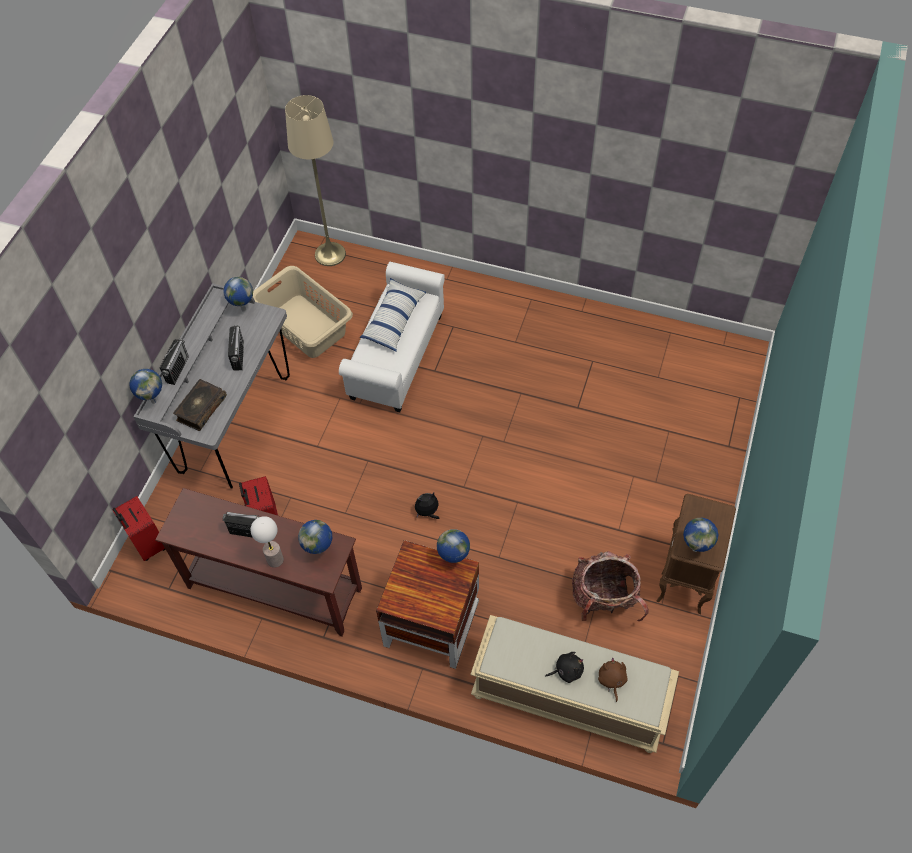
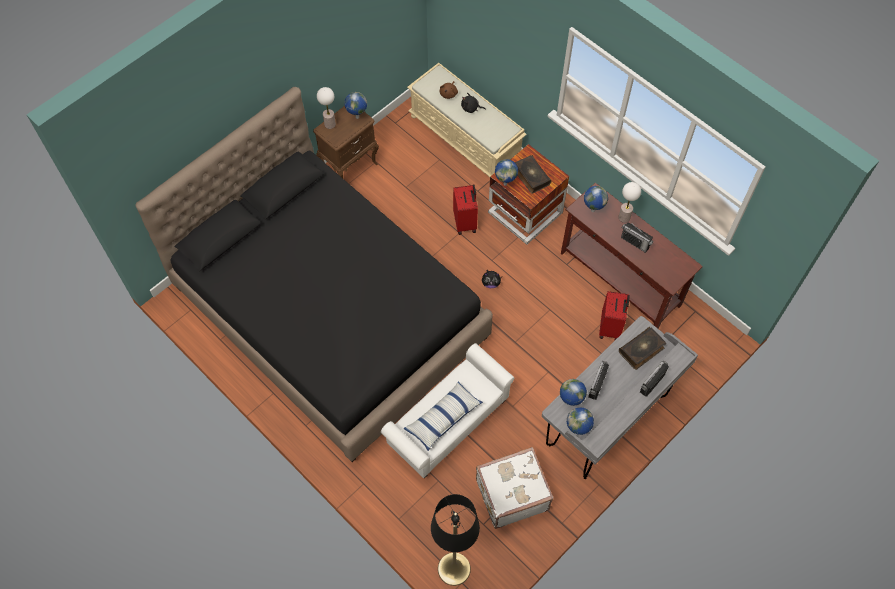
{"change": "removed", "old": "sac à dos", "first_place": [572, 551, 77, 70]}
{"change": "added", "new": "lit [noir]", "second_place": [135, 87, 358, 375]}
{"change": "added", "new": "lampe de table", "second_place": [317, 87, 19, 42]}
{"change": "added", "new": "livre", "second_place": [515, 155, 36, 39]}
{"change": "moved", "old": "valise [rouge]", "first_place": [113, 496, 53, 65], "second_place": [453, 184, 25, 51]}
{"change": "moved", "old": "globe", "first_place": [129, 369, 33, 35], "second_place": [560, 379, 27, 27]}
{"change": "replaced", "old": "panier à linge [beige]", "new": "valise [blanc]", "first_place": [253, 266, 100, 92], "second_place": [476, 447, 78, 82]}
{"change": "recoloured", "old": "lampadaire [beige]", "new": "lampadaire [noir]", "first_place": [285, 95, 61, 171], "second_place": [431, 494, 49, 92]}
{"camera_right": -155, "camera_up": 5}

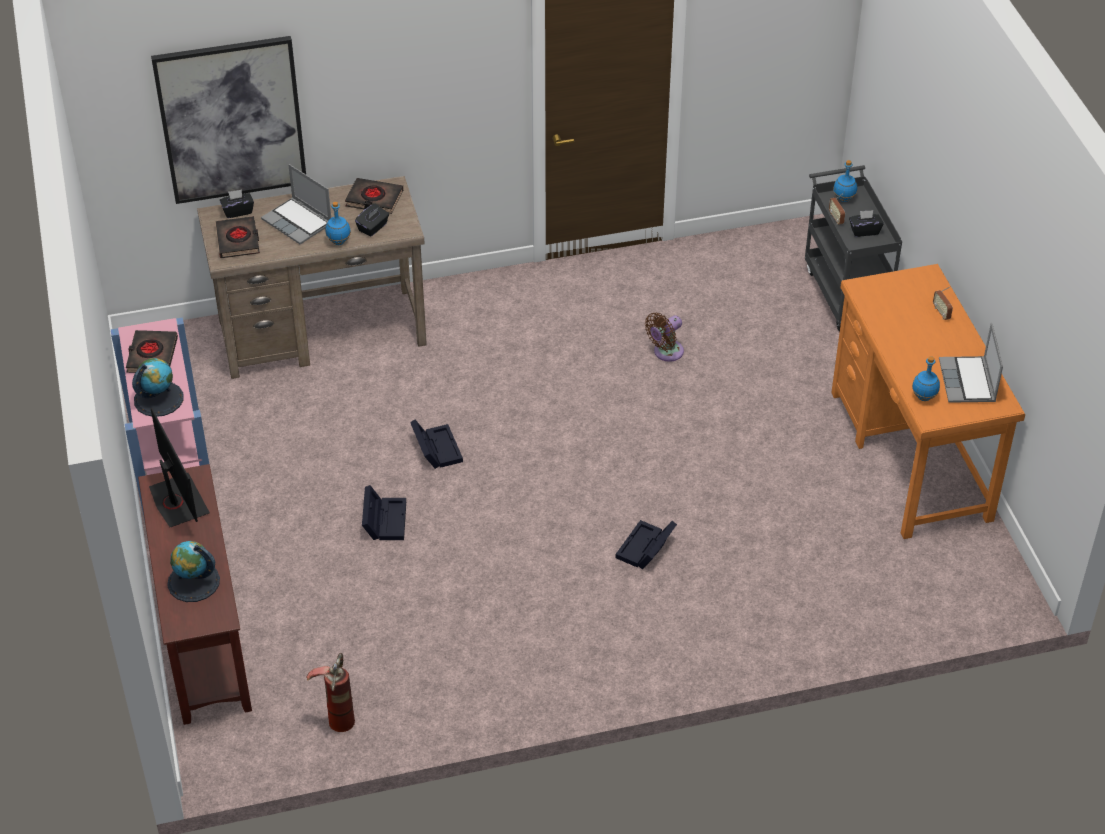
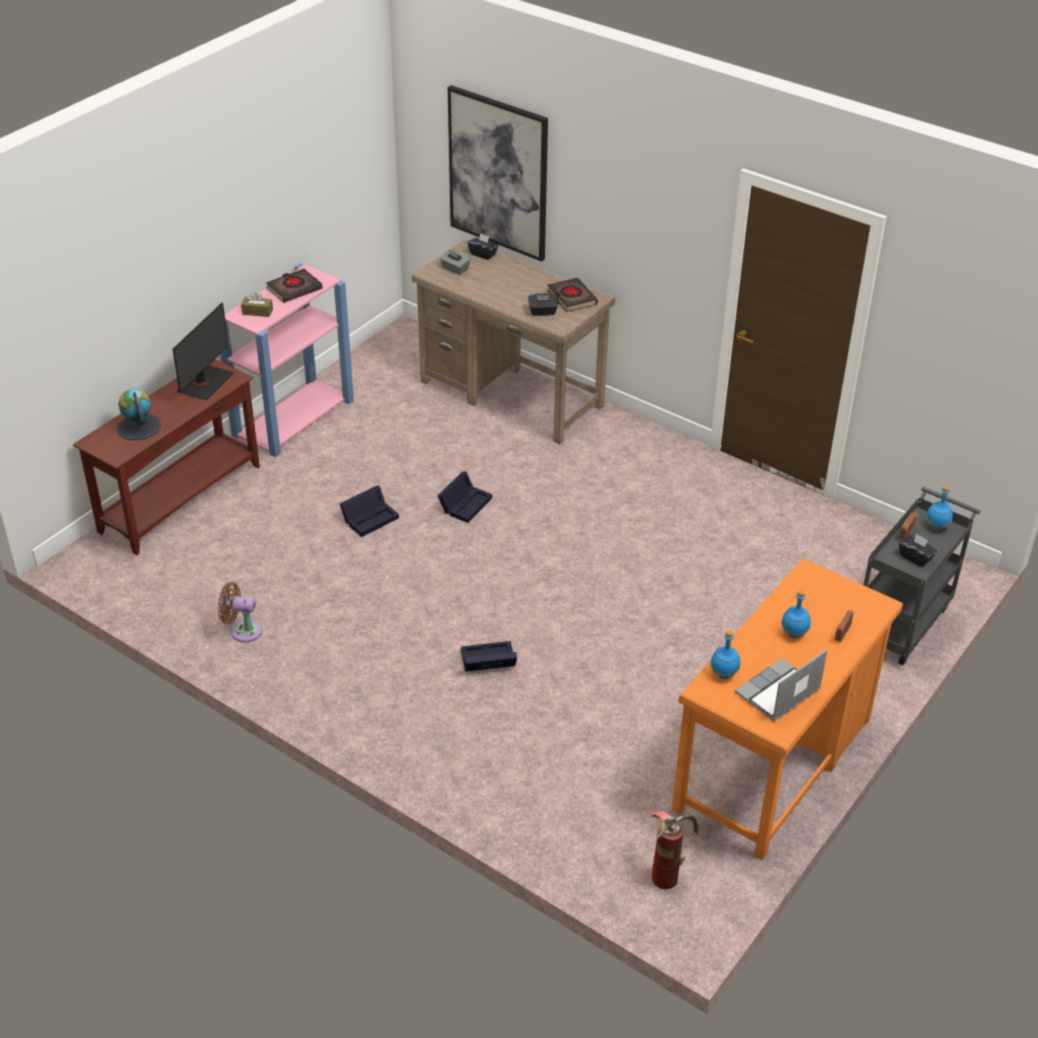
{"change": "removed", "old": "ordinateur portable", "first_place": [261, 164, 70, 80]}
{"change": "moved", "old": "extincteur", "first_place": [306, 653, 49, 79], "second_place": [650, 811, 51, 78]}
{"change": "moved", "old": "bouteille [bleu]", "first_place": [325, 202, 26, 43], "second_place": [781, 590, 30, 48]}
{"change": "moved", "old": "ventilateur [marron]", "first_place": [645, 312, 39, 50], "second_place": [218, 582, 44, 61]}
{"change": "replaced", "old": "globe", "new": "boîte à mouchoirs [marron]", "first_place": [132, 358, 52, 59], "second_place": [241, 292, 32, 25]}
{"change": "replaced", "old": "livre [noir]", "new": "boîte à mouchoirs [gris]", "first_place": [215, 216, 45, 42], "second_place": [440, 249, 31, 26]}
{"camera_right": 50, "camera_up": -5}

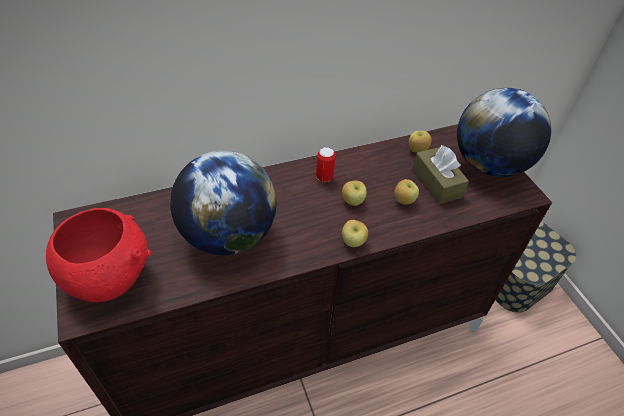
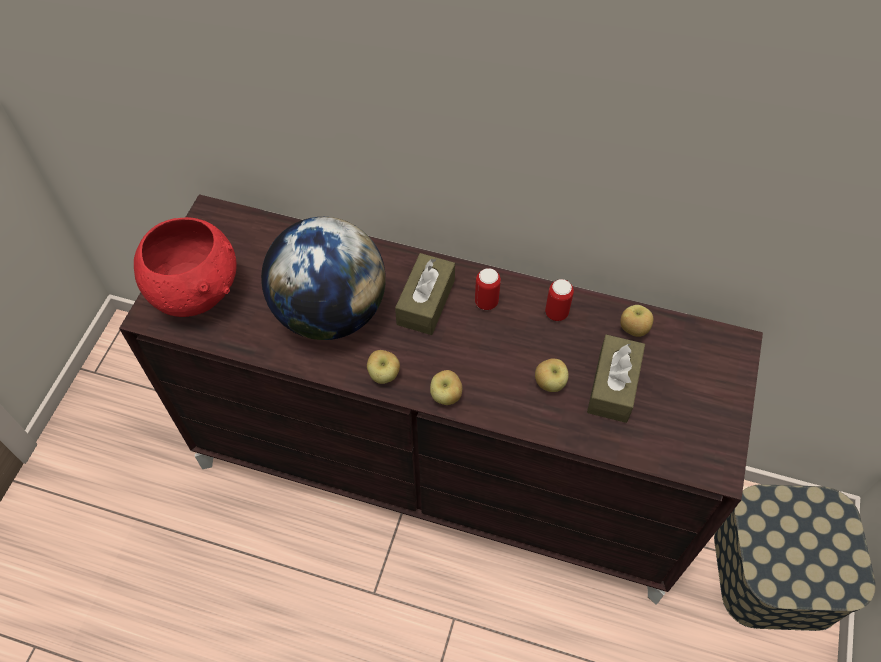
{"change": "removed", "old": "globe", "first_place": [457, 88, 94, 89]}
{"change": "added", "new": "boîte à mouchoirs [marron]", "second_place": [395, 253, 60, 82]}
{"change": "added", "new": "boîte métallique", "second_place": [545, 279, 29, 42]}
{"change": "moved", "old": "pomme", "first_place": [342, 180, 25, 26], "second_place": [367, 350, 33, 34]}
{"camera_right": 40, "camera_up": 10}

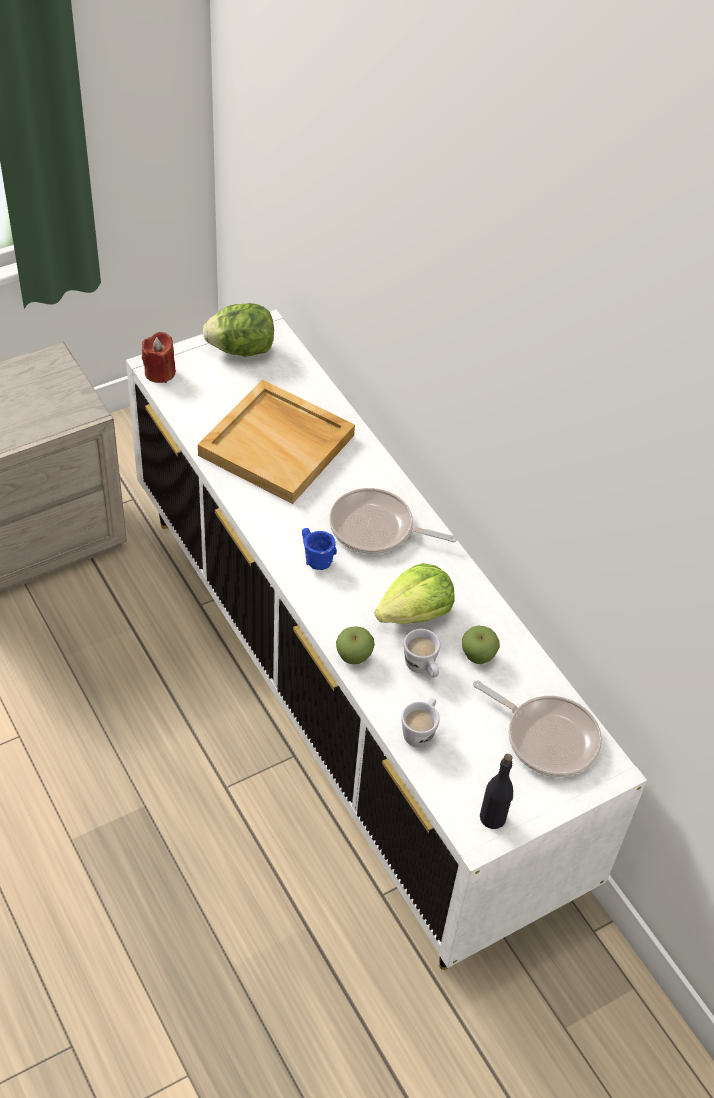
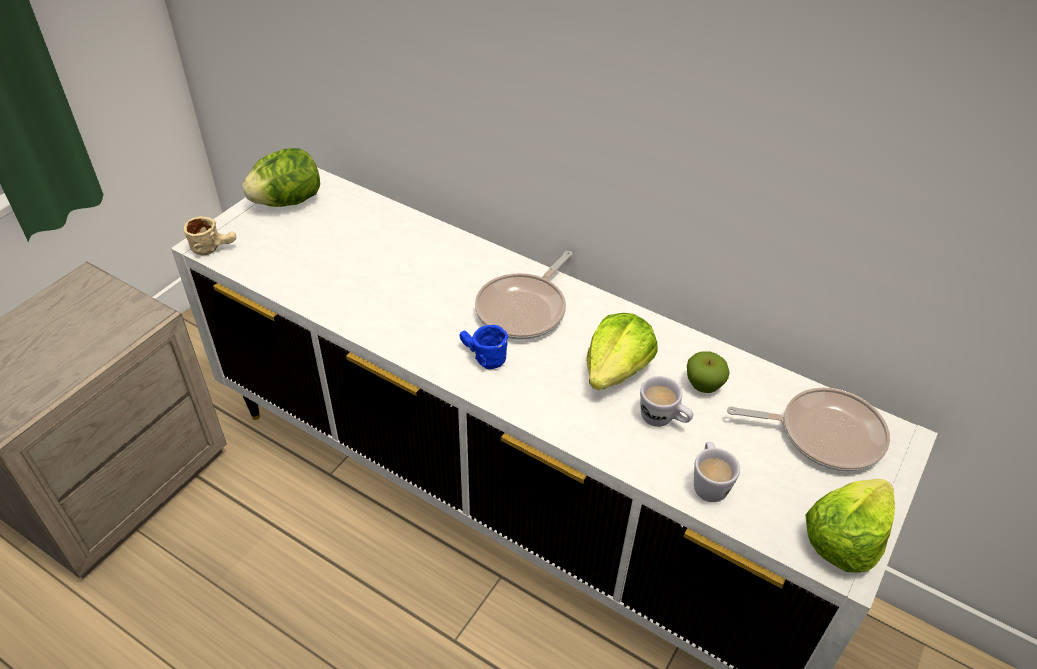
{"change": "removed", "old": "plateau [beige]", "first_place": [198, 380, 157, 124]}
{"change": "removed", "old": "pomme", "first_place": [336, 626, 39, 38]}
{"change": "replaced", "old": "bougie [rouge]", "new": "mug [beige]", "first_place": [142, 332, 34, 51], "second_place": [183, 216, 53, 39]}
{"change": "replaced", "old": "bouteille [noir]", "new": "laitue", "first_place": [480, 754, 33, 75], "second_place": [805, 479, 90, 94]}
{"change": "turned", "old": "poêle", "first_place": [329, 488, 128, 66], "second_place": [475, 251, 98, 89], "degrees": -45}
{"camera_right": -25, "camera_up": -5}

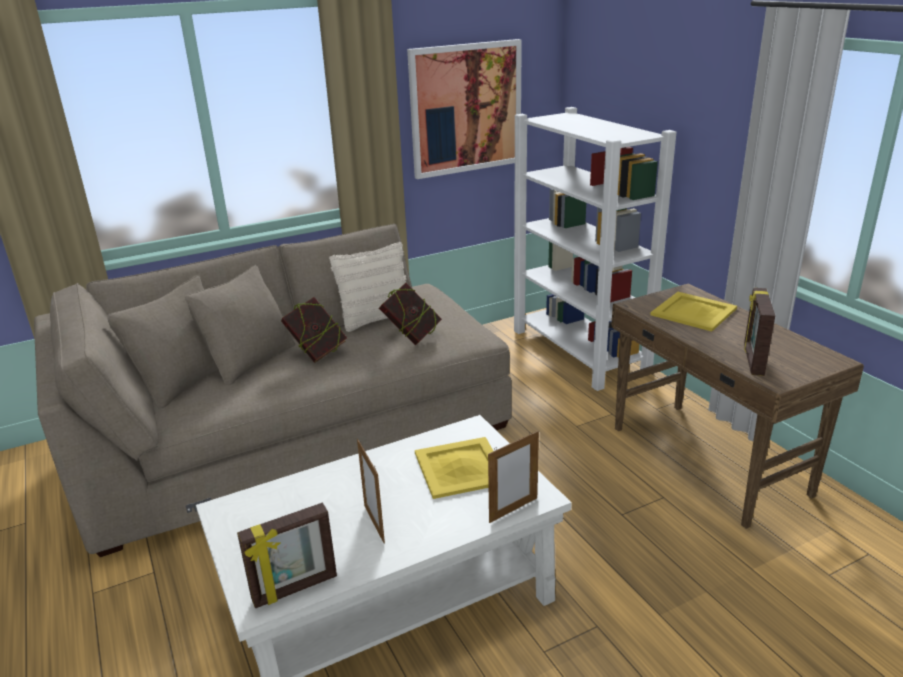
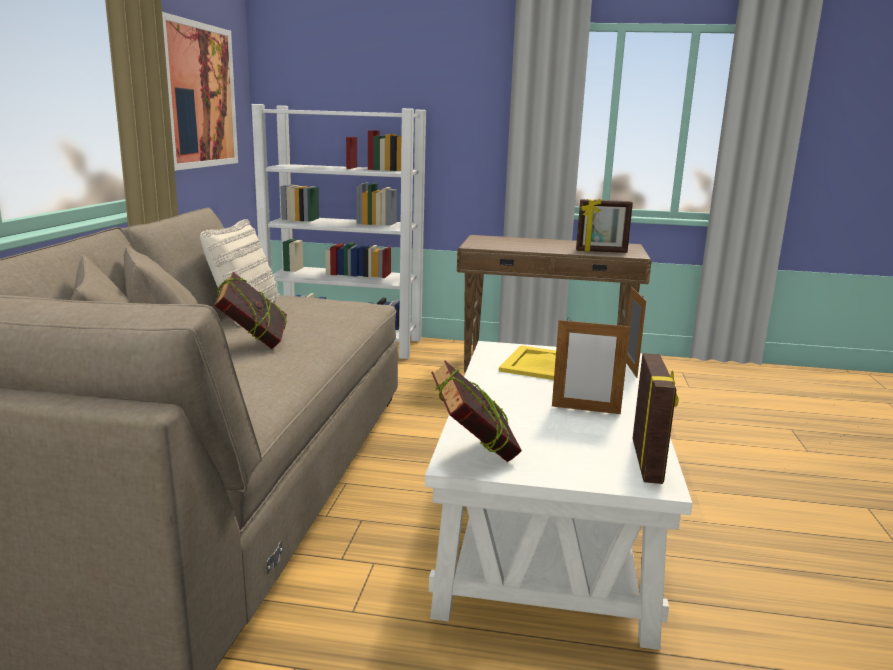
{"change": "removed", "old": "plateau [jaune]", "first_place": [650, 292, 87, 40]}
{"change": "moved", "old": "livre", "first_place": [379, 283, 63, 63], "second_place": [431, 361, 91, 101]}
{"change": "turned", "old": "cadre photo", "first_place": [744, 288, 31, 88], "second_place": [576, 199, 57, 54], "degrees": -45}
{"camera_right": -55, "camera_up": -10}

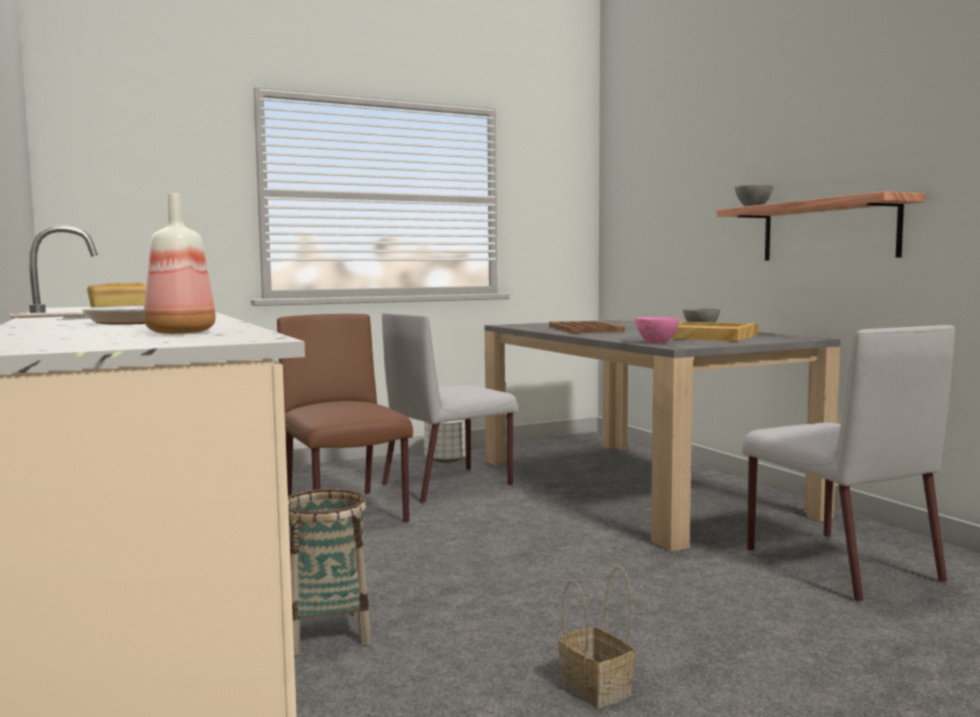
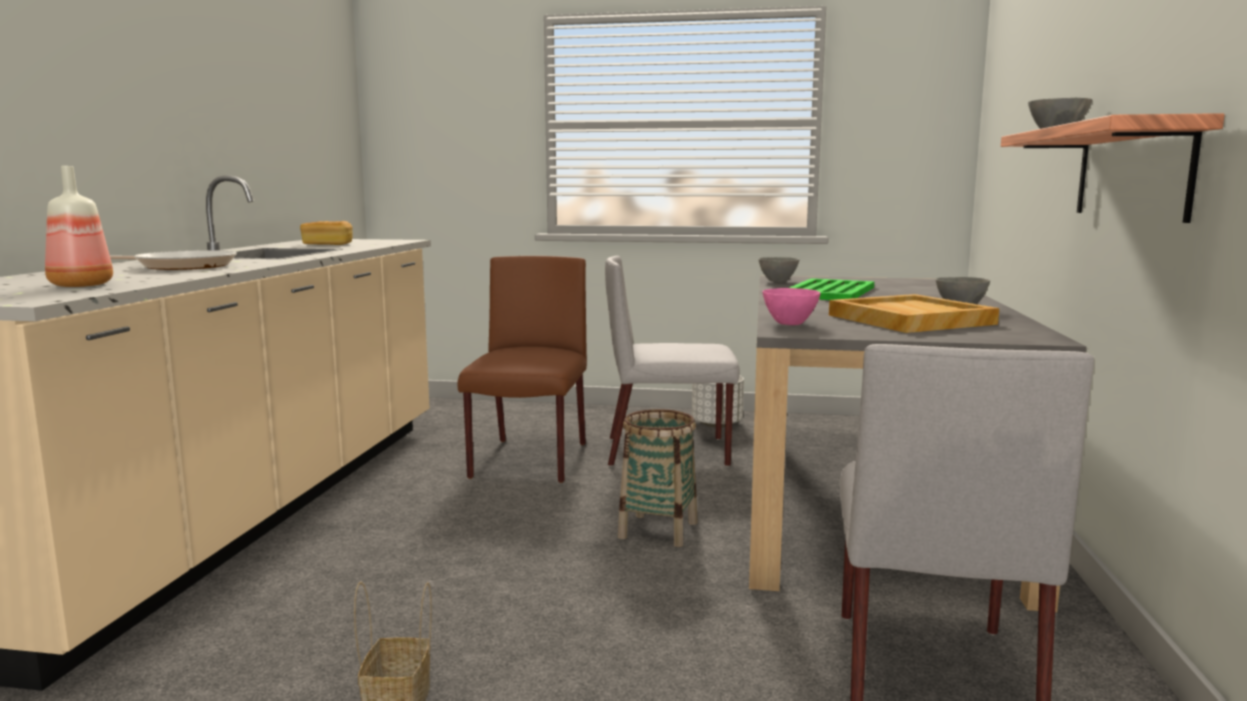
{"change": "added", "new": "bol [gris]", "second_place": [758, 257, 41, 25]}
{"change": "moved", "old": "panier", "first_place": [288, 489, 83, 166], "second_place": [618, 409, 80, 138]}
{"change": "recoloured", "old": "plateau [marron]", "new": "plateau [vert]", "first_place": [549, 321, 76, 12], "second_place": [789, 278, 85, 22]}
{"camera_right": 35, "camera_up": 5}

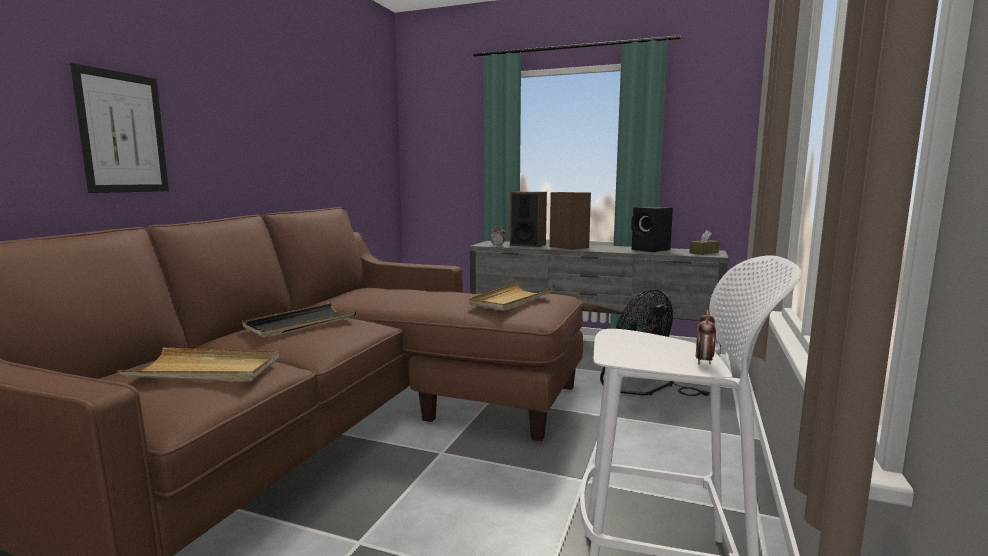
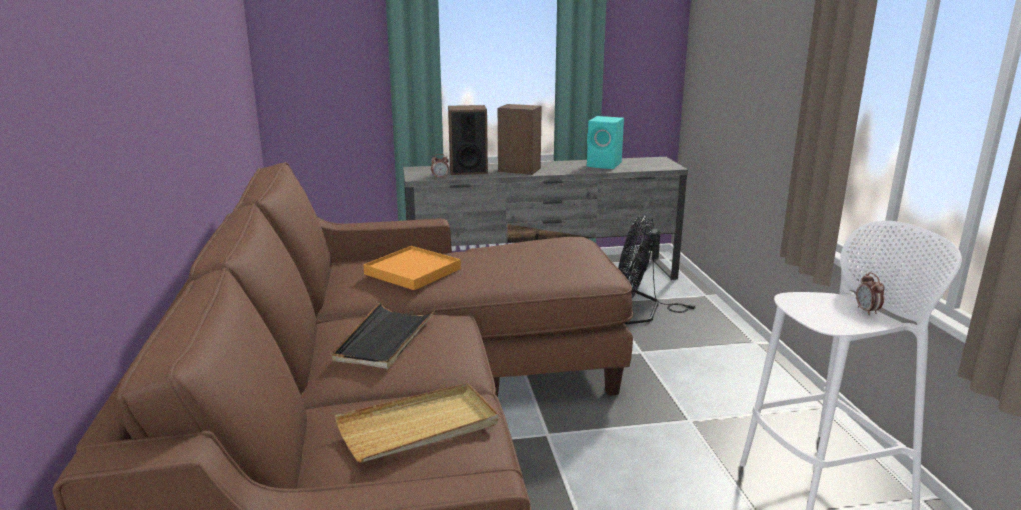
{"change": "removed", "old": "tableau", "first_place": [70, 63, 99, 130]}
{"change": "removed", "old": "plateau [beige]", "first_place": [469, 283, 85, 28]}
{"change": "removed", "old": "boîte à mouchoirs [marron]", "first_place": [690, 230, 30, 25]}
{"change": "added", "new": "plateau [orange]", "second_place": [363, 246, 98, 44]}
{"change": "recoloured", "old": "enceinte [noir]", "new": "enceinte [turquoise]", "first_place": [631, 207, 42, 45], "second_place": [587, 116, 37, 53]}
{"camera_right": -30, "camera_up": 10}

